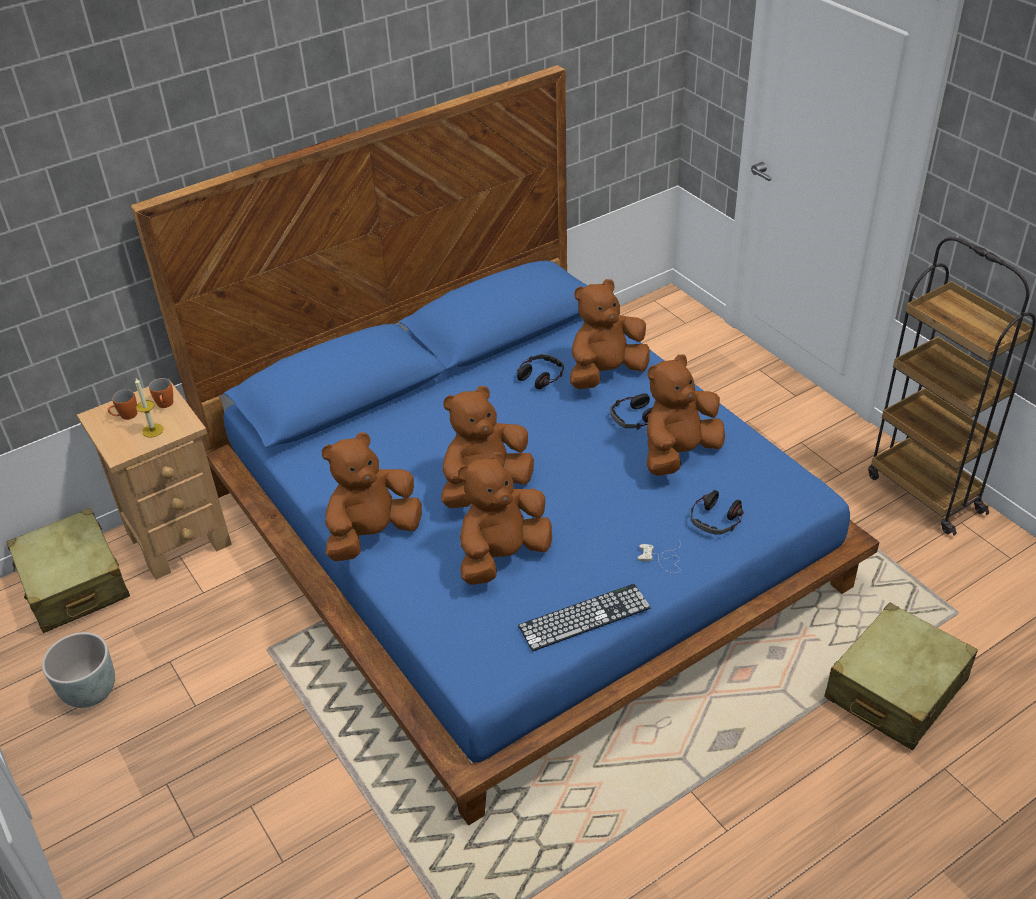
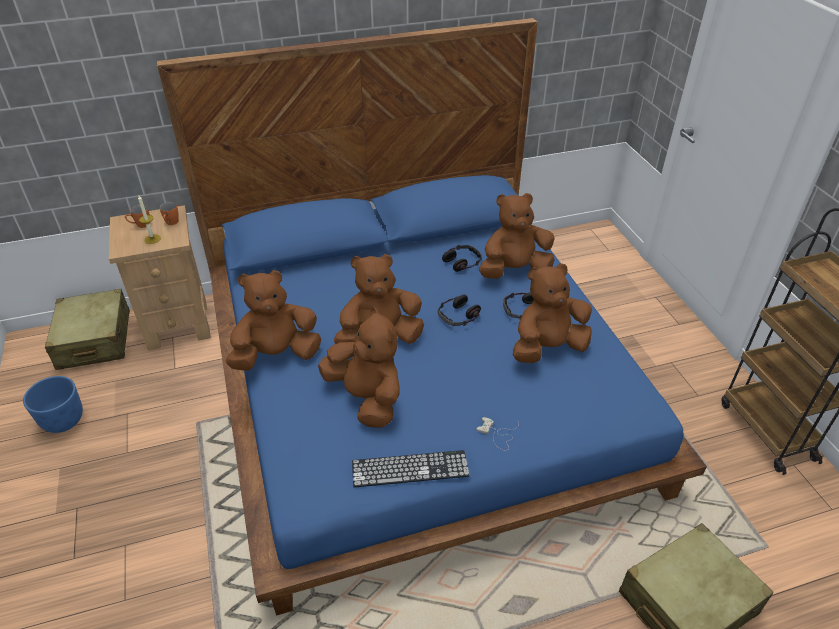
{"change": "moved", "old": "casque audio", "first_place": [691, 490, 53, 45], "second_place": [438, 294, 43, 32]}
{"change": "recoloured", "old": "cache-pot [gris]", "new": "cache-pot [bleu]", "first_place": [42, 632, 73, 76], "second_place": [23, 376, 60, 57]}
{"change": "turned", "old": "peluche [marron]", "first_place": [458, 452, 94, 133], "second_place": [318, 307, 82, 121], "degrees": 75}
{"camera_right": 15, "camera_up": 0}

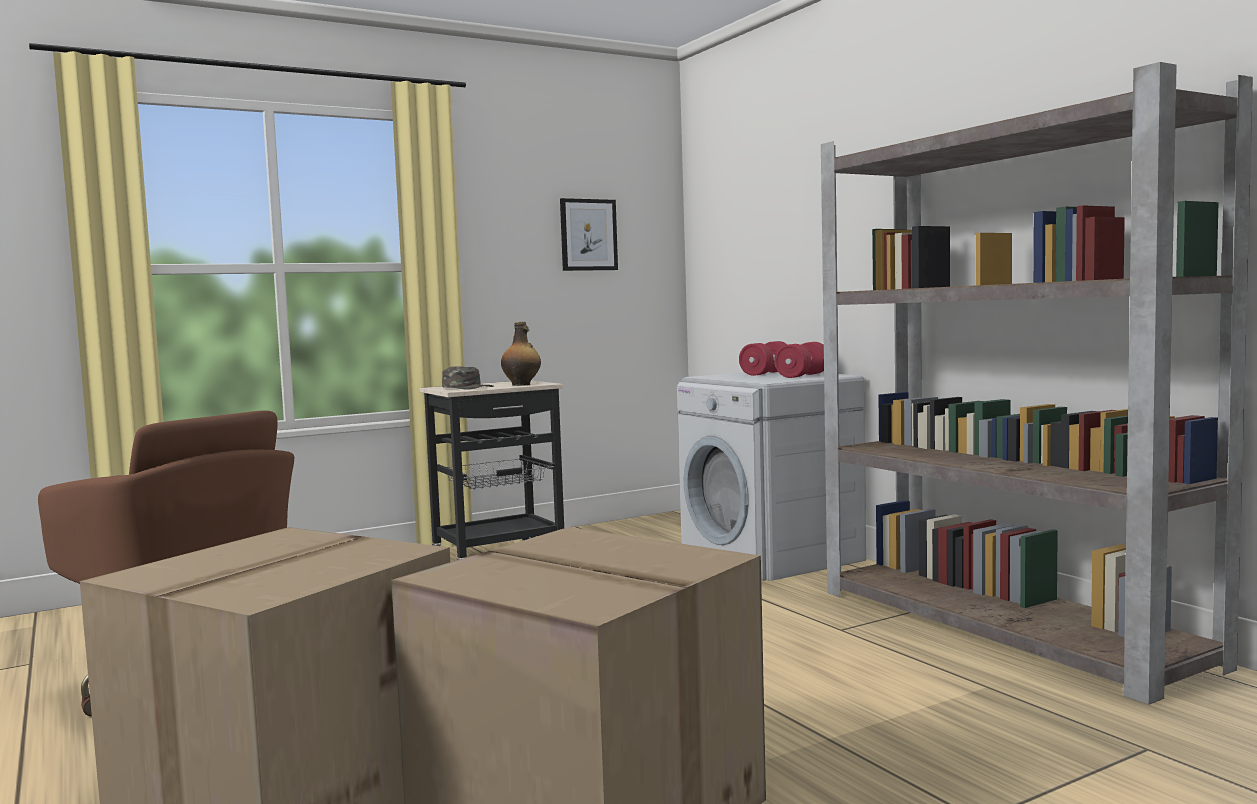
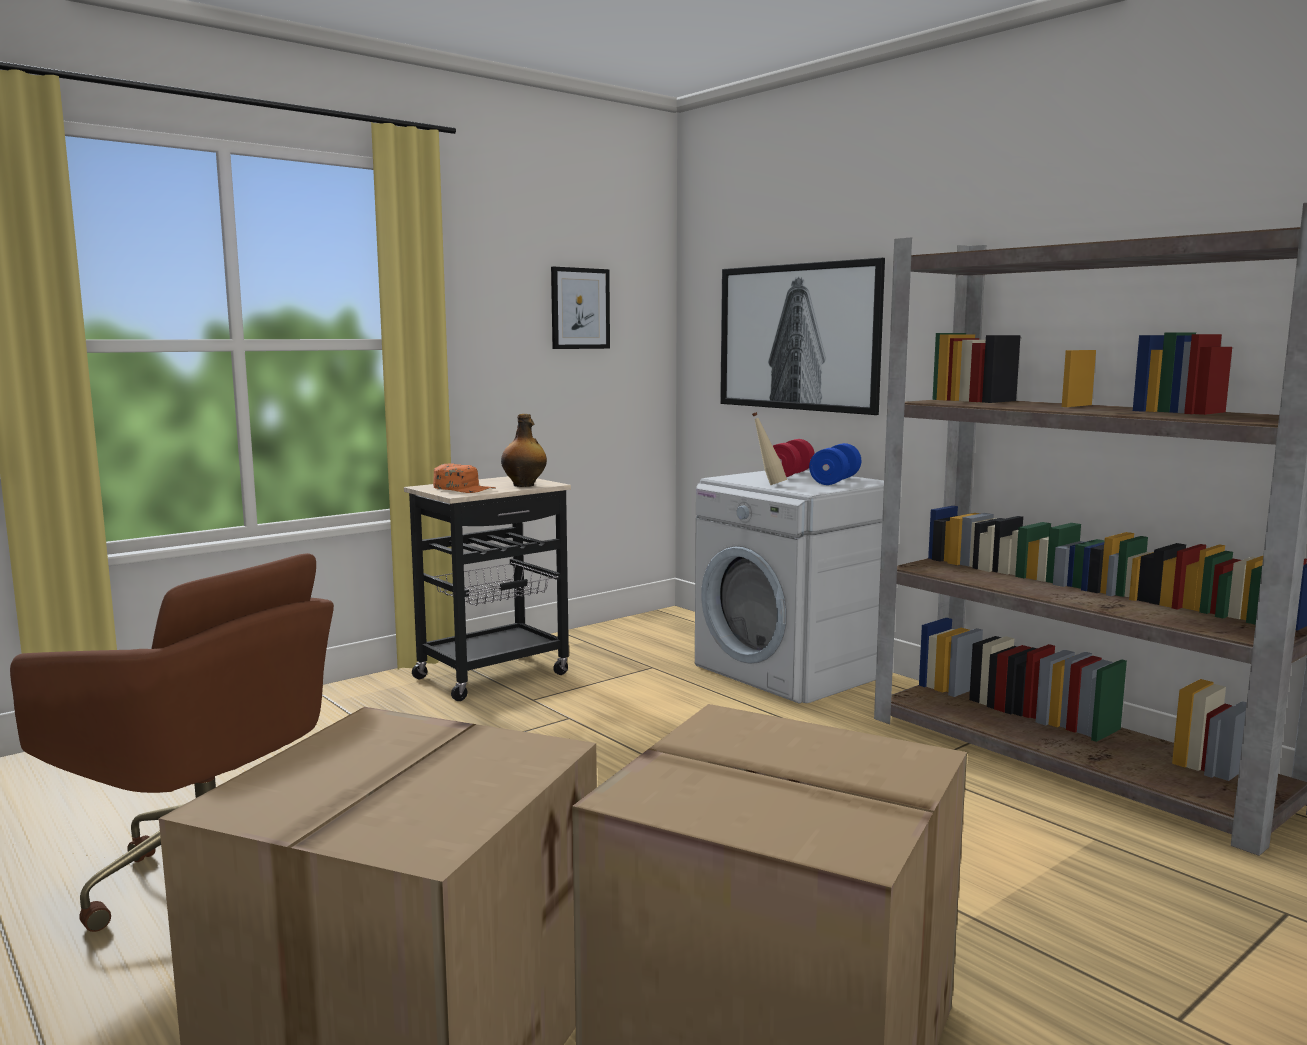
{"change": "added", "new": "tableau", "second_place": [720, 258, 165, 157]}
{"change": "added", "new": "bouteille [beige]", "second_place": [752, 412, 35, 73]}
{"change": "recoloured", "old": "casquette [vert]", "new": "casquette [orange]", "first_place": [442, 366, 52, 24], "second_place": [433, 463, 62, 30]}
{"change": "recoloured", "old": "haltère [rouge]", "new": "haltère [bleu]", "first_place": [775, 342, 49, 36], "second_place": [809, 443, 52, 42]}
{"camera_right": -10, "camera_up": 5}

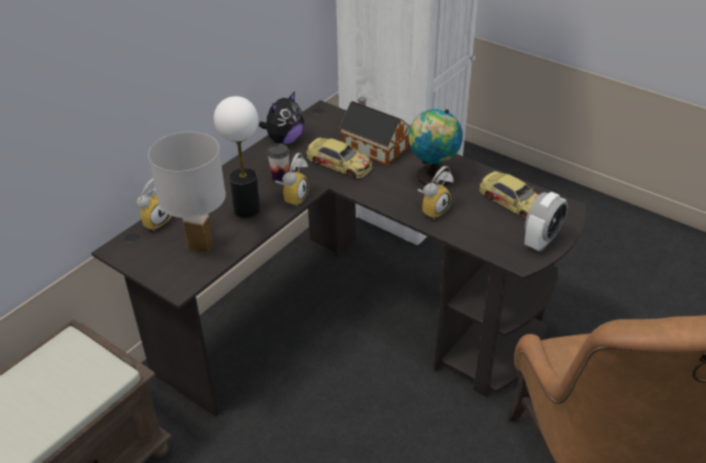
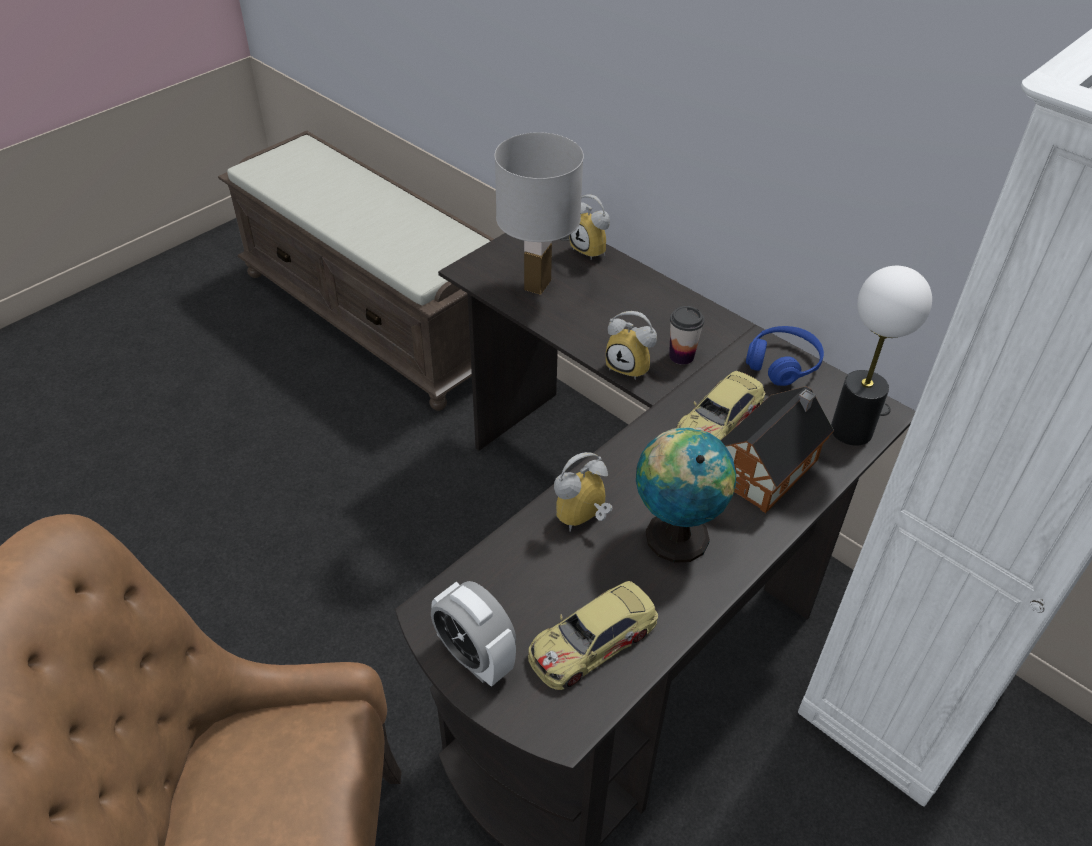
{"change": "moved", "old": "lampe de table", "first_place": [214, 96, 47, 122], "second_place": [831, 266, 101, 180]}
{"change": "replaced", "old": "peluche", "new": "casque audio [bleu]", "first_place": [259, 91, 45, 54], "second_place": [746, 326, 78, 60]}
{"change": "turned", "old": "réveil", "first_place": [418, 166, 36, 54], "second_place": [554, 452, 59, 80], "degrees": 90}
{"camera_right": 95, "camera_up": 5}

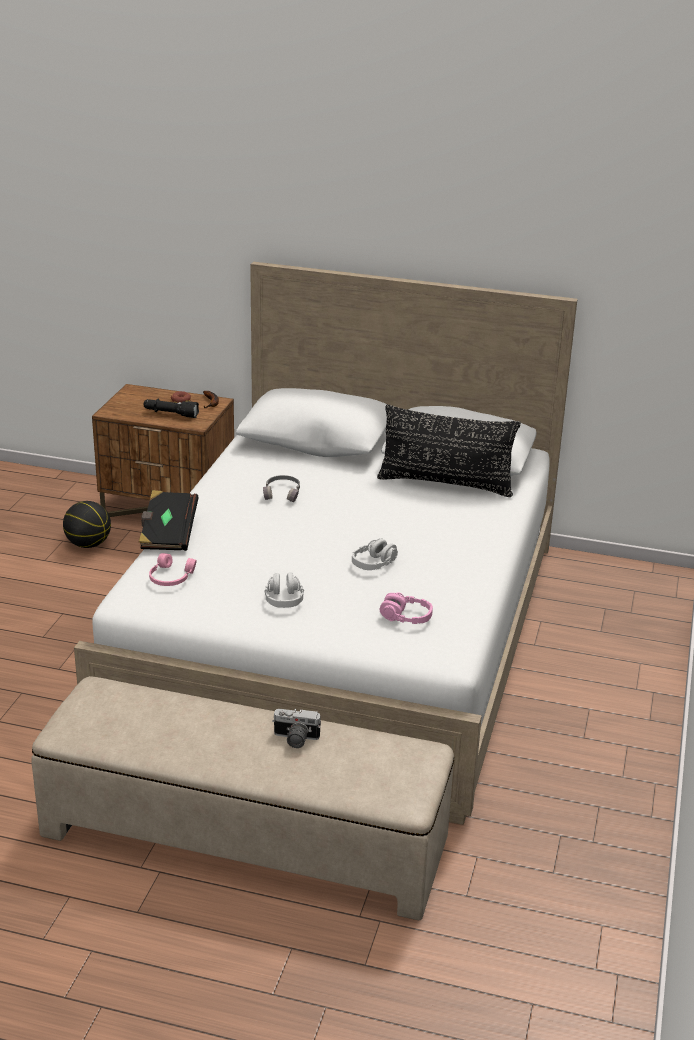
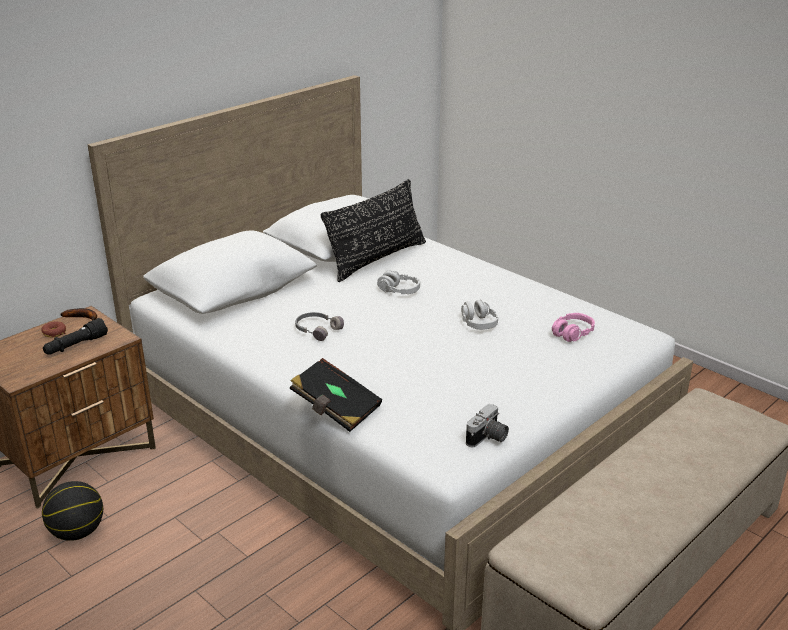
{"change": "removed", "old": "casque audio [rose]", "first_place": [149, 553, 47, 33]}
{"change": "moved", "old": "casque audio [gris]", "first_place": [264, 572, 40, 36], "second_place": [377, 270, 43, 24]}
{"change": "moved", "old": "appareil photo", "first_place": [272, 709, 49, 39], "second_place": [466, 403, 43, 44]}
{"camera_right": -60, "camera_up": 0}

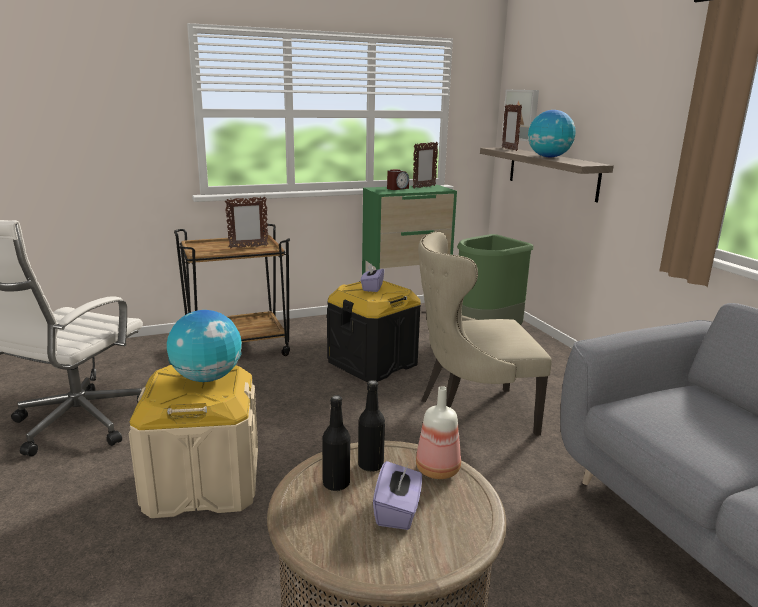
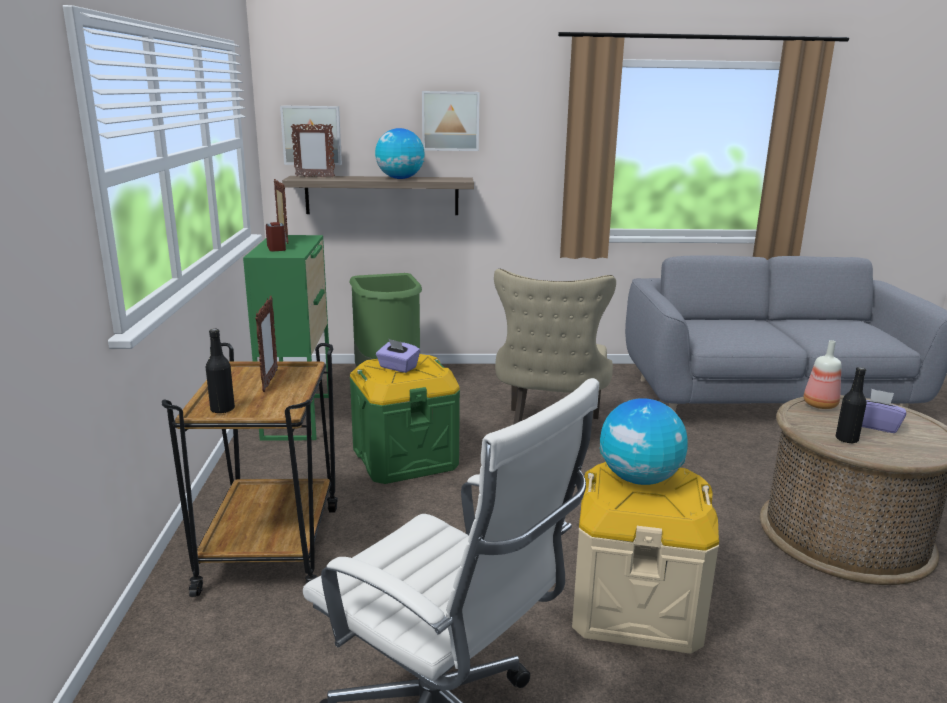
{"change": "added", "new": "tableau", "second_place": [422, 91, 58, 60]}
{"change": "moved", "old": "bouteille [noir]", "first_place": [358, 380, 27, 92], "second_place": [206, 329, 29, 85]}
{"change": "recoloured", "old": "boîte de rangement [noir]", "new": "boîte de rangement [vert]", "first_place": [327, 281, 94, 101], "second_place": [350, 354, 110, 130]}
{"camera_right": -70, "camera_up": 0}

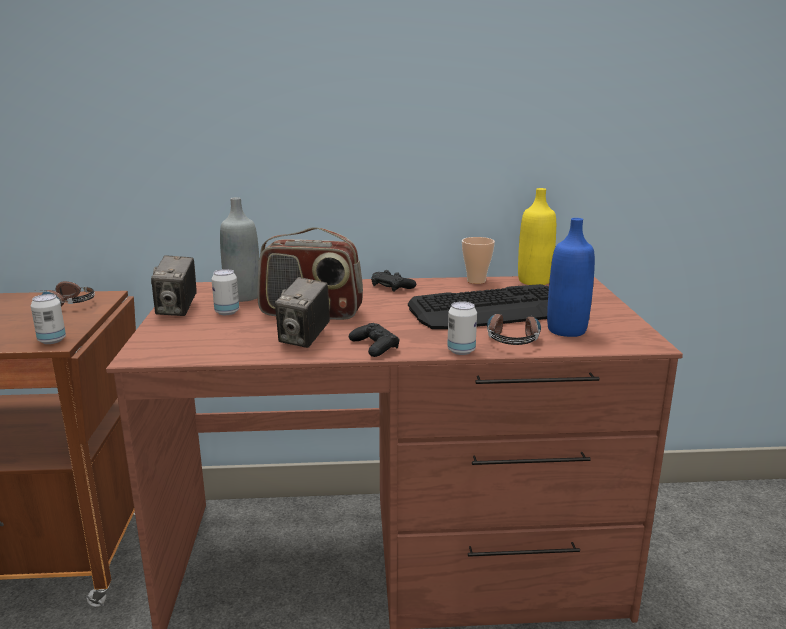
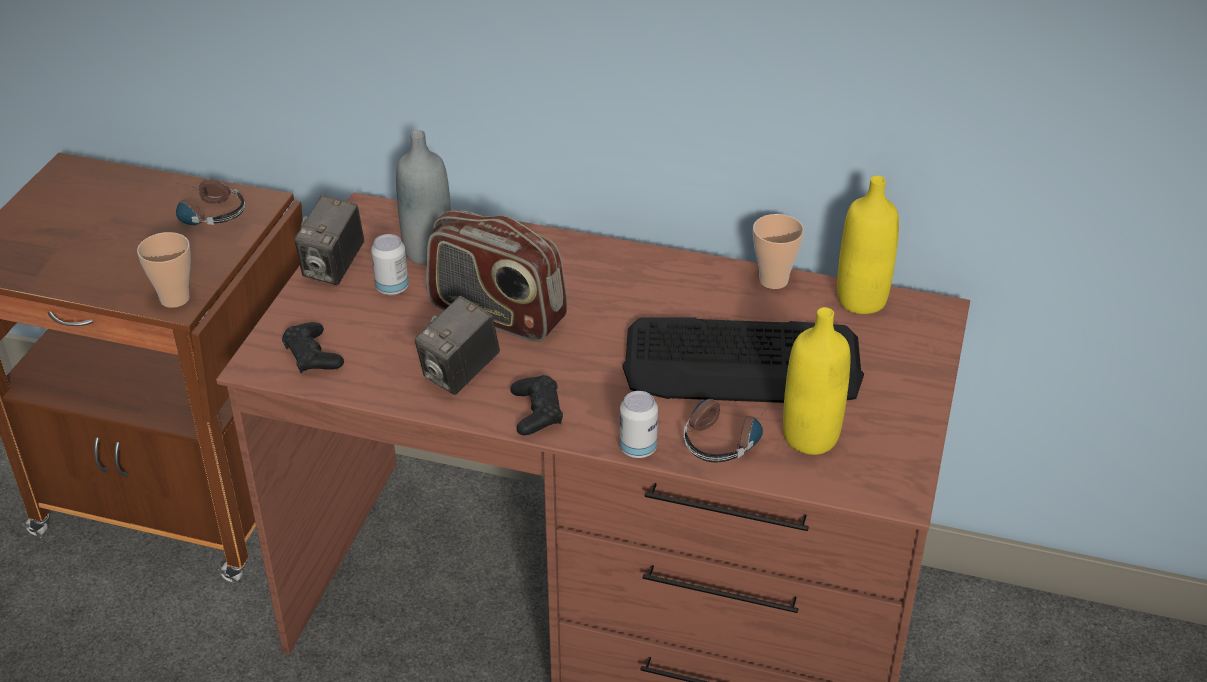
{"change": "moved", "old": "manette [noir]", "first_place": [371, 270, 45, 22], "second_place": [282, 322, 62, 51]}
{"change": "replaced", "old": "boîte métallique", "new": "tasse", "first_place": [31, 294, 35, 50], "second_place": [137, 232, 54, 76]}
{"change": "recoloured", "old": "bouteille [bleu]", "new": "bouteille [jaune]", "first_place": [547, 218, 48, 119], "second_place": [783, 307, 67, 148]}
{"camera_right": 20, "camera_up": 20}

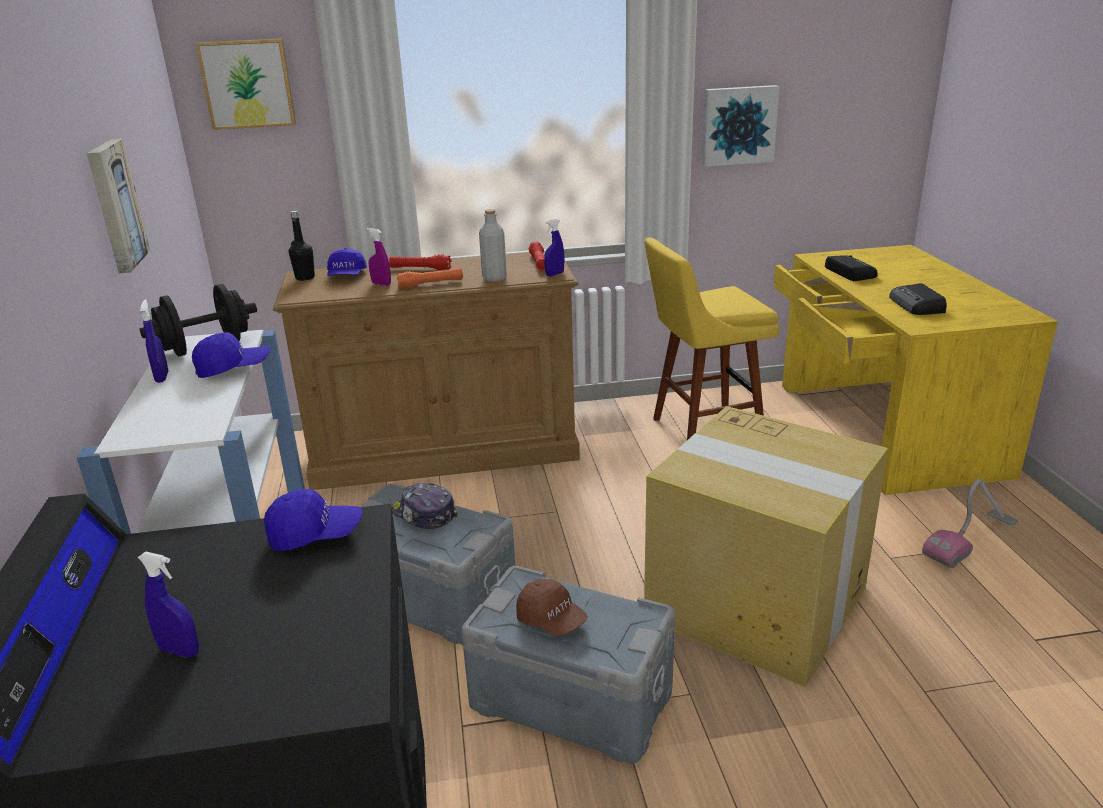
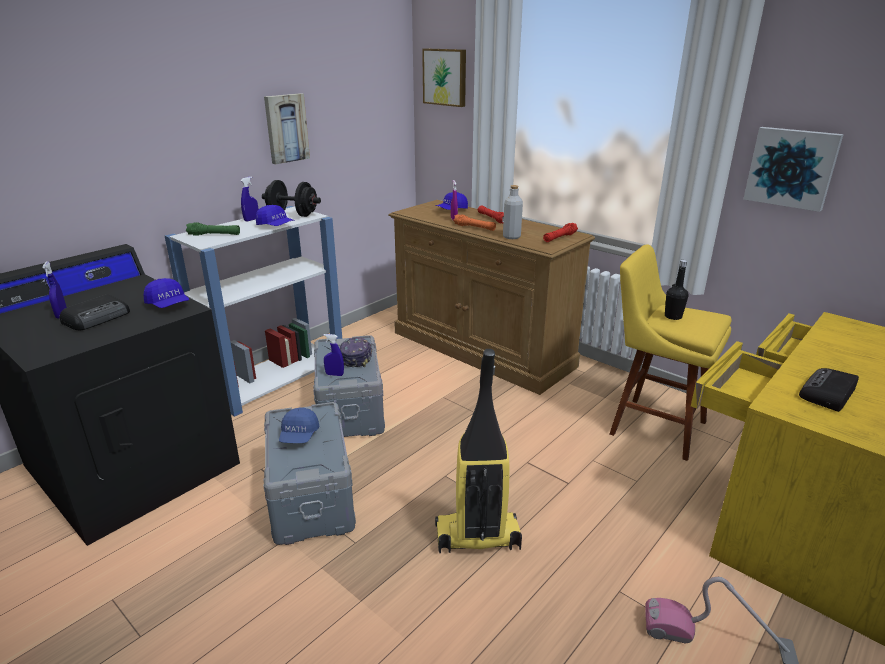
{"change": "added", "new": "lampe de poche [vert]", "second_place": [186, 222, 54, 14]}
{"change": "moved", "old": "bouteille [noir]", "first_place": [289, 211, 26, 70], "second_place": [665, 260, 23, 60]}
{"change": "moved", "old": "vaporisateur [bleu]", "first_place": [544, 219, 20, 58], "second_place": [324, 334, 20, 42]}
{"change": "moved", "old": "radio", "first_place": [825, 255, 53, 26], "second_place": [59, 295, 71, 35]}
{"change": "replaced", "old": "carton", "new": "aspirateur", "first_place": [644, 406, 244, 281], "second_place": [435, 349, 87, 204]}
{"change": "recoloured", "old": "casquette [marron]", "new": "casquette [bleu]", "first_place": [516, 579, 72, 57], "second_place": [279, 408, 41, 35]}
{"camera_right": 50, "camera_up": 0}

